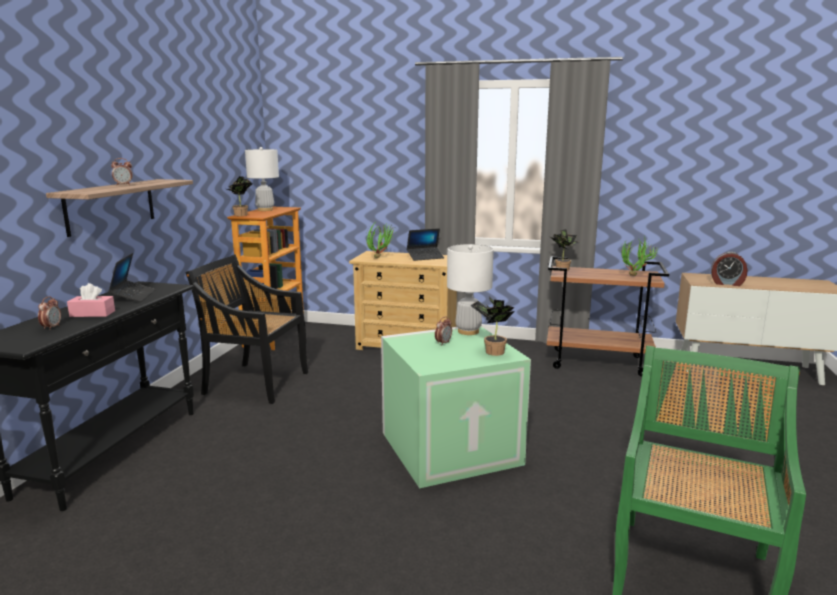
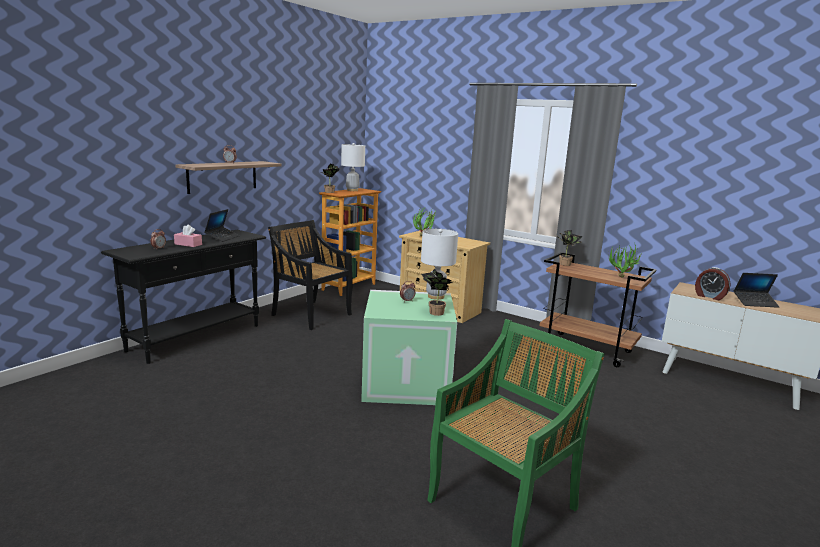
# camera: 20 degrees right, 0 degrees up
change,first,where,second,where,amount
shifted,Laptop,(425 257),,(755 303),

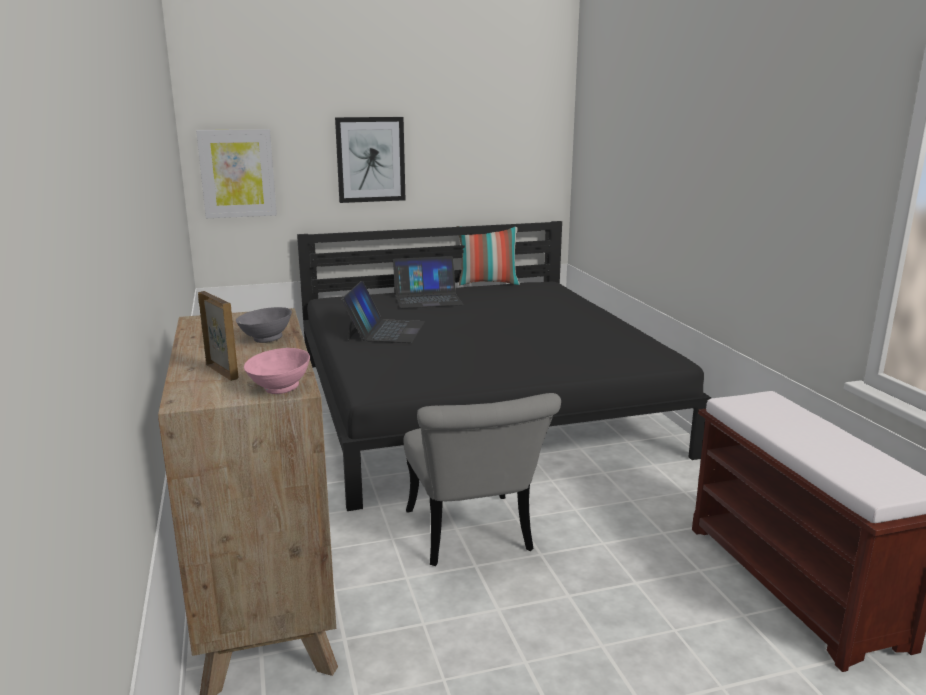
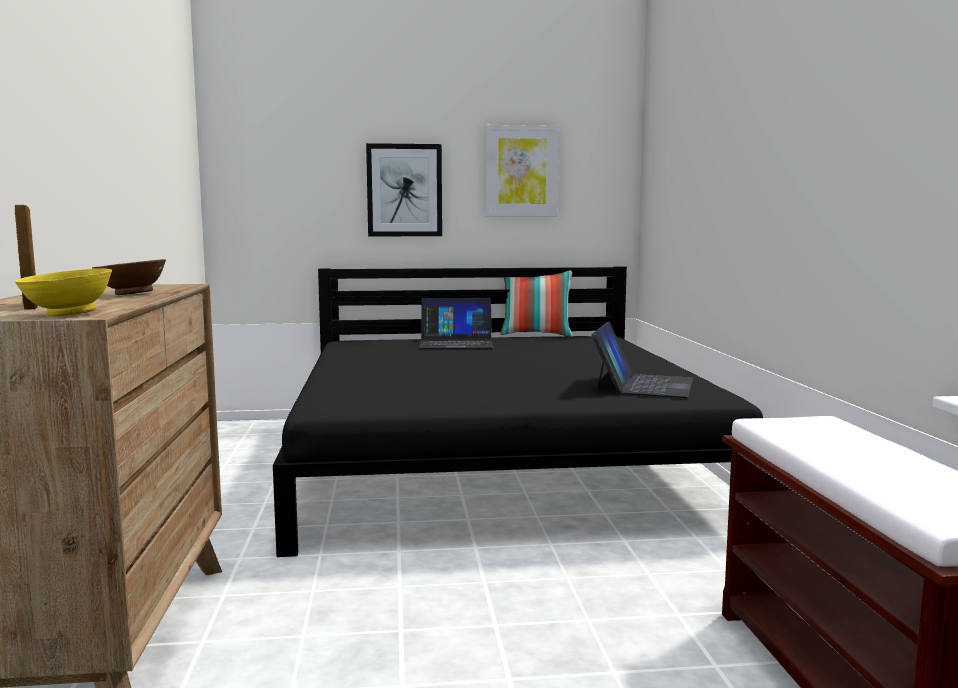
# camera: 10 degrees right, 10 degrees down
change,first,where,second,where,amount
shifted,Bild,(237 173),,(521 171),
shifted,Laptop,(385 330),,(643 385),
repainted,Schüssel [grau],(265 339),Schüssel [braun],(131 294),
repainted,Schüssel [rosa],(278 388),Schüssel [gelb],(66 314),
gone,Stuhl [grau],(473 538),,,

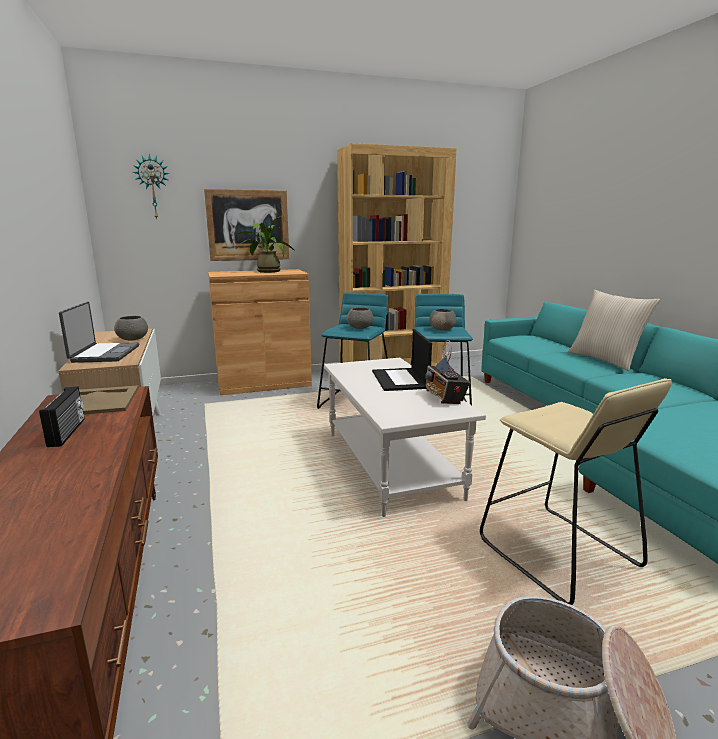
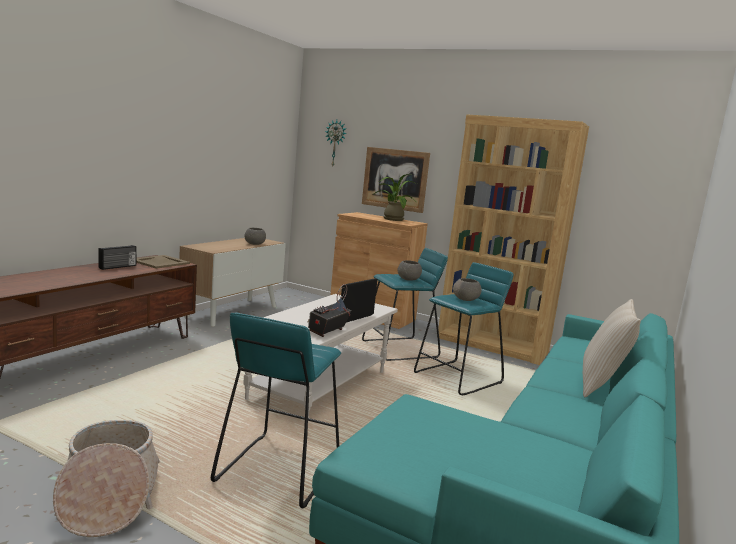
# camera: 45 degrees right, 5 degrees down
change,first,where,second,where,amount
gone,Laptop,(104 354),,,
repainted,Hocker [beige],(556 553),Hocker [türkis],(278 470),

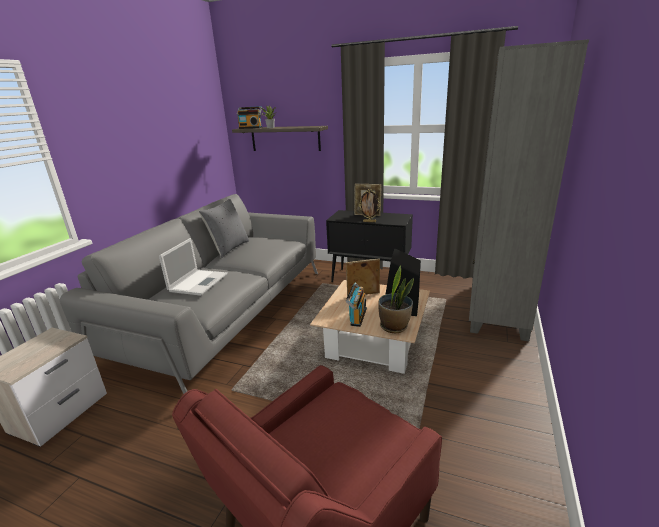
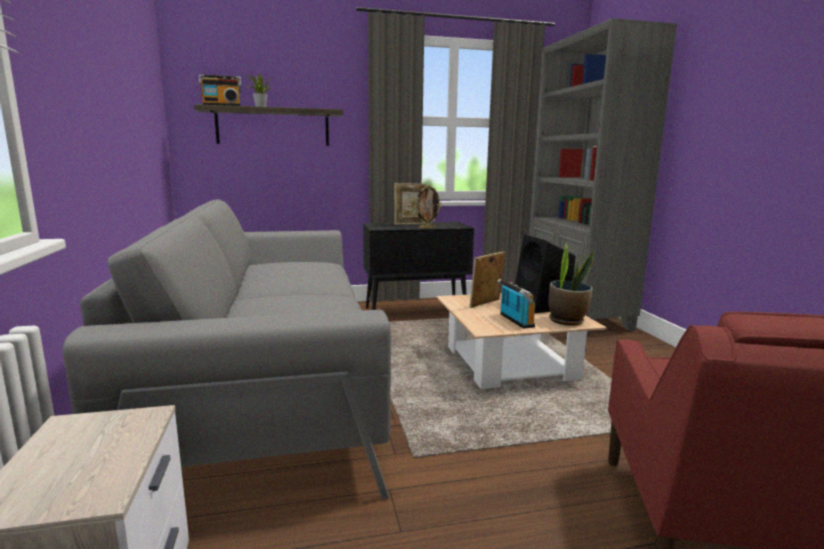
# camera: 35 degrees left, 10 degrees down
change,first,where,second,where,amount
gone,Kissen [grau],(229 248),,,
gone,Laptop,(199 282),,,

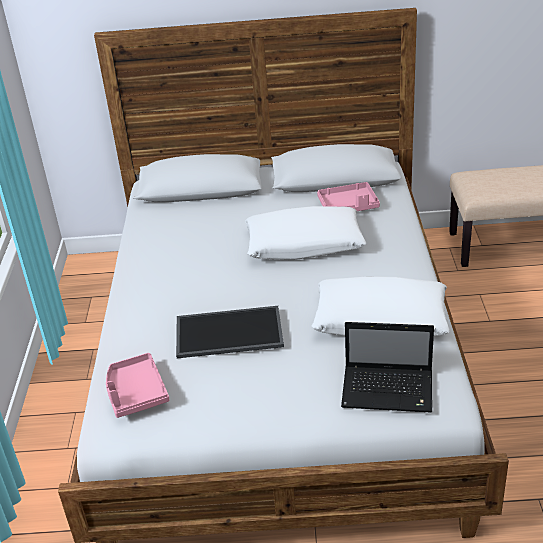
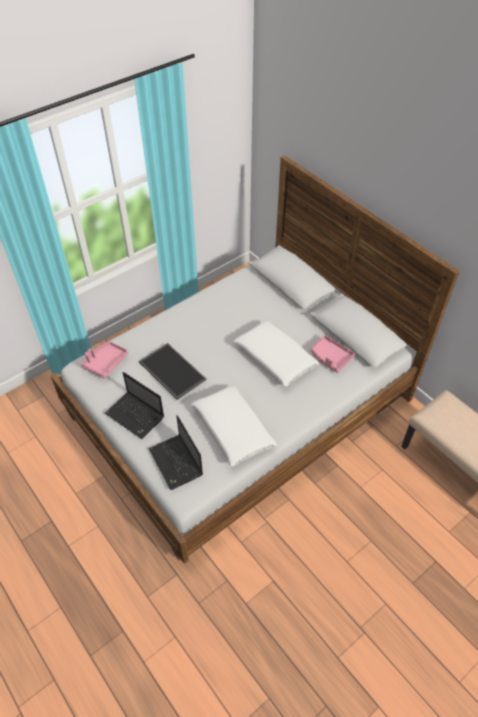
# camera: 50 degrees right, 15 degrees up
change,first,where,second,where,amount
new,,,Laptop,(136 416),

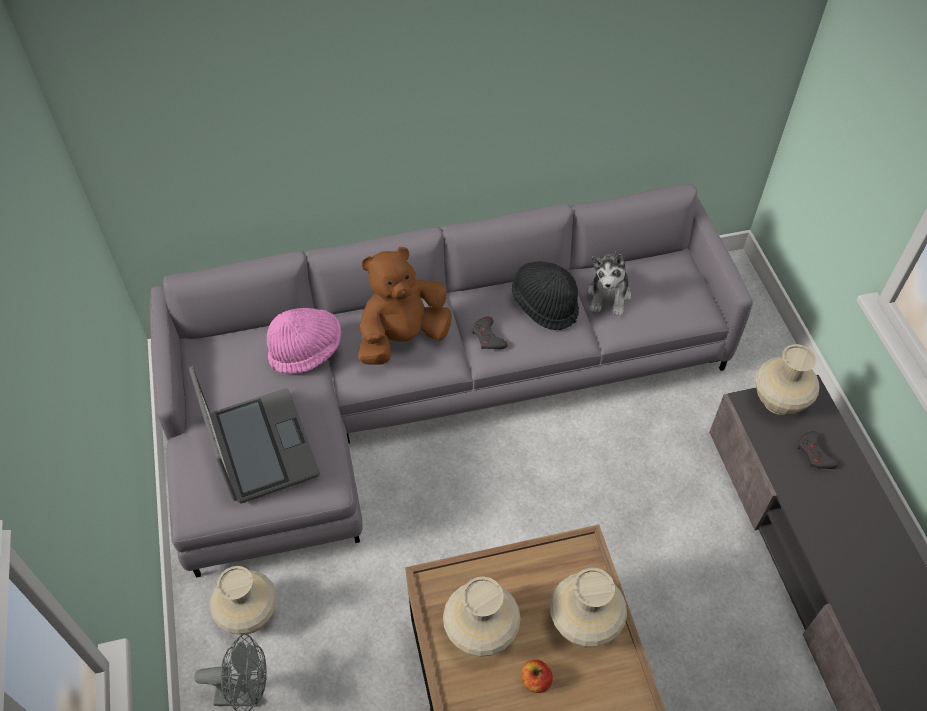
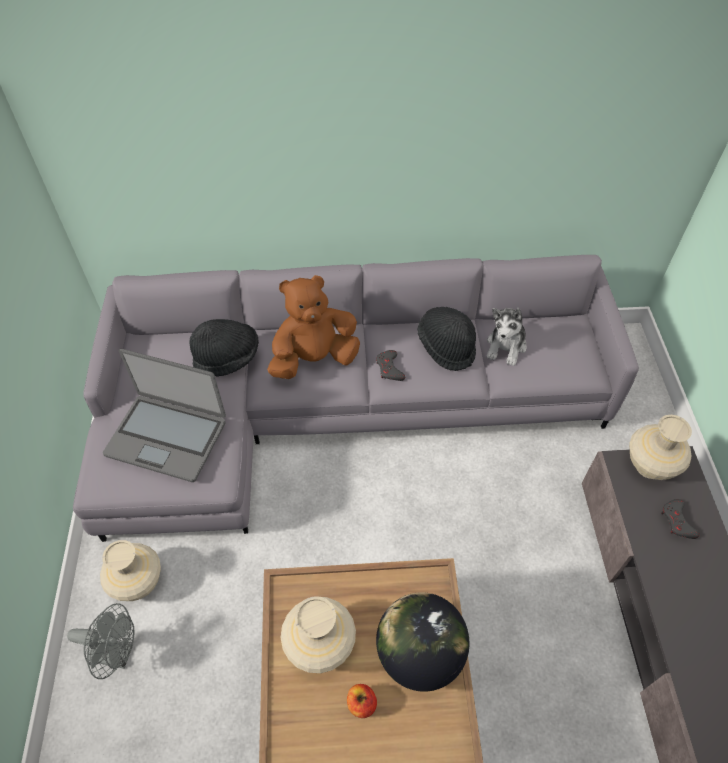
# camera: 10 degrees right, 0 degrees up
change,first,where,second,where,amount
repainted,Hut [rosa],(306 351),Hut [schwarz],(227 358),
rotated,Laptop,(261 447),,(167 437),120 degrees clockwise
swapped,Vase [beige],(583 623),Globus,(419 653),

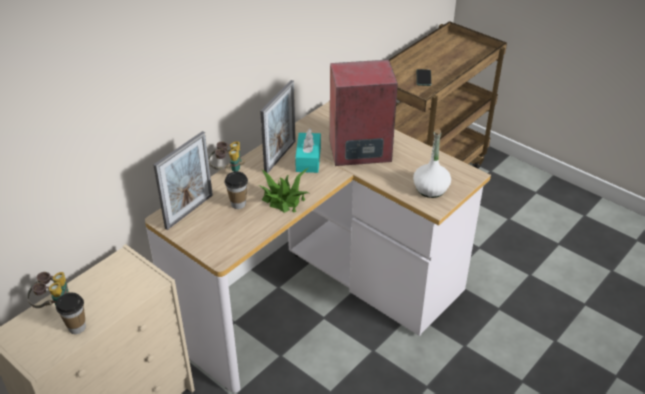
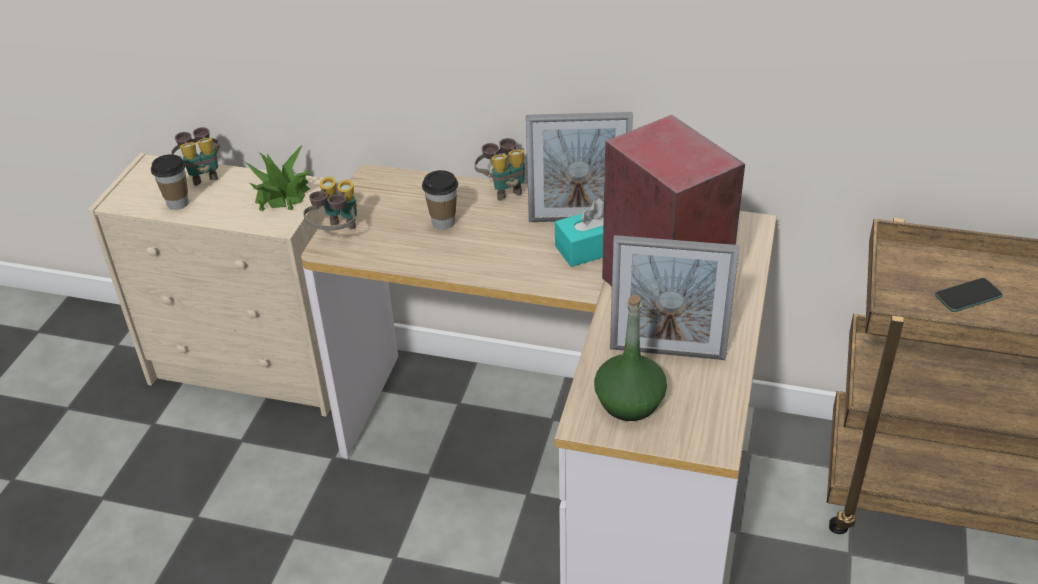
# camera: 65 degrees right, 0 degrees up
change,first,where,second,where,amount
repainted,Flasche [weiß],(431 189),Flasche [grün],(629 402),
shifted,Bilderrahmen,(189 211),,(667 352),
shifted,Topfpflanze,(284 199),,(281 194),
new,,,Fernglas,(337 234),

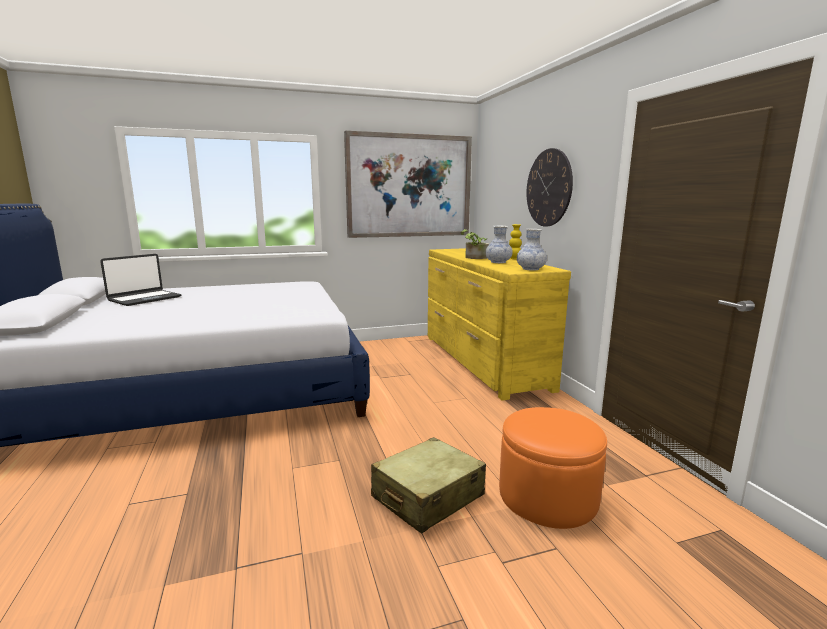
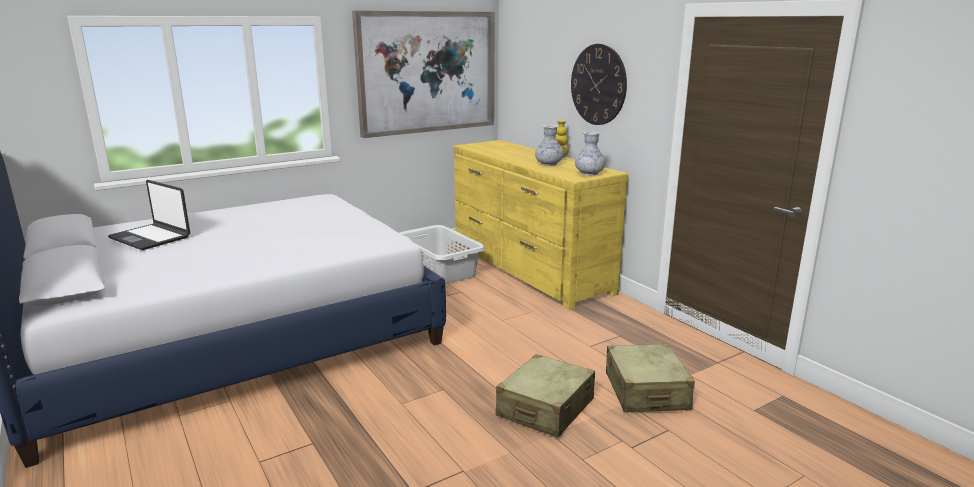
# camera: 15 degrees left, 5 degrees up
change,first,where,second,where,amount
gone,Topfpflanze,(474 258),,,
rotated,Laptop,(144 299),,(151 237),105 degrees clockwise
swapped,Polsterhocker [orange],(547 496),Koffer [beige],(646 391),
new,,,Wäschekorb [grau],(440 270),

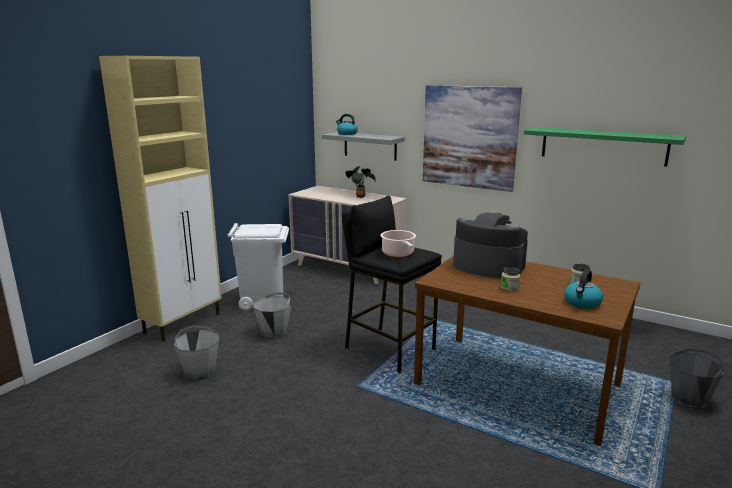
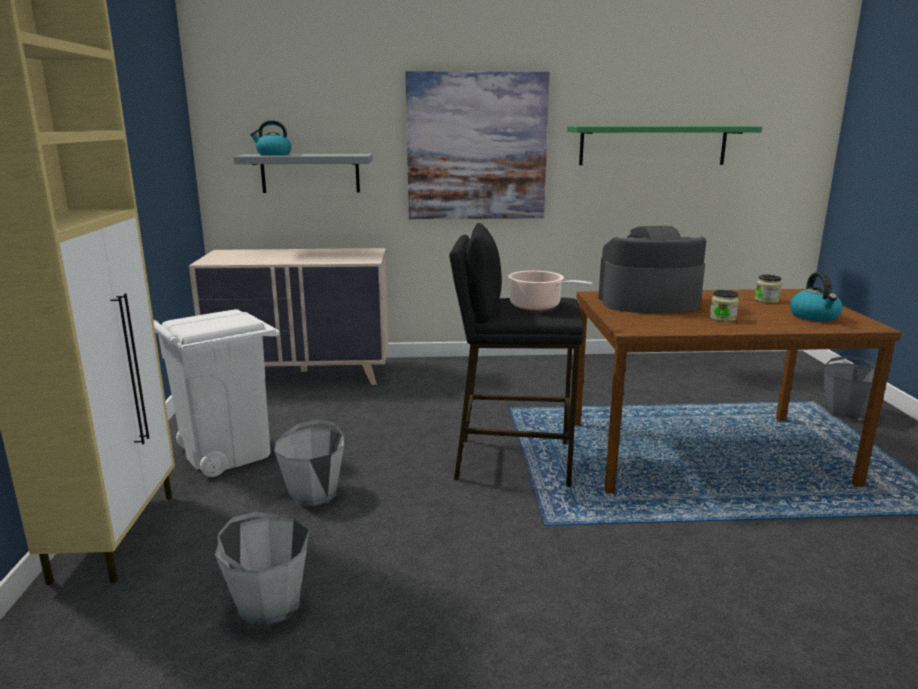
# camera: 35 degrees left, 0 degrees up
change,first,where,second,where,amount
gone,Topfpflanze,(359 196),,,

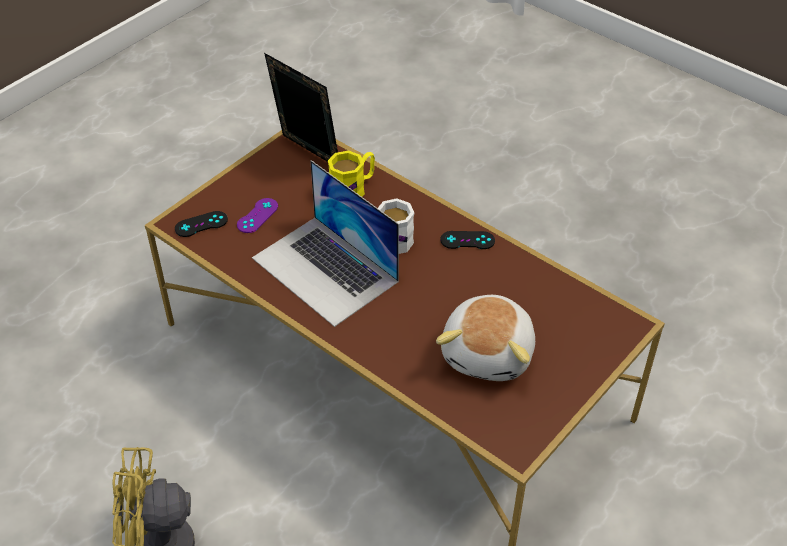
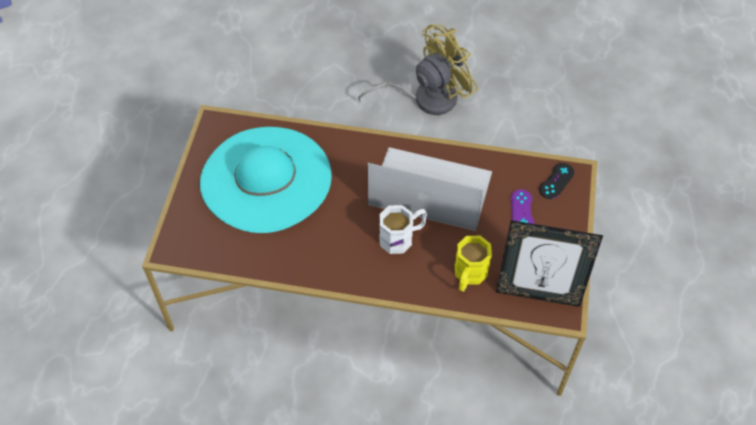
# camera: 150 degrees right, 10 degrees up
change,first,where,second,where,amount
gone,Gamepad [schwarz],(467 240),,,
swapped,Plüschtier,(489 353),Hut [türkis],(266 178),

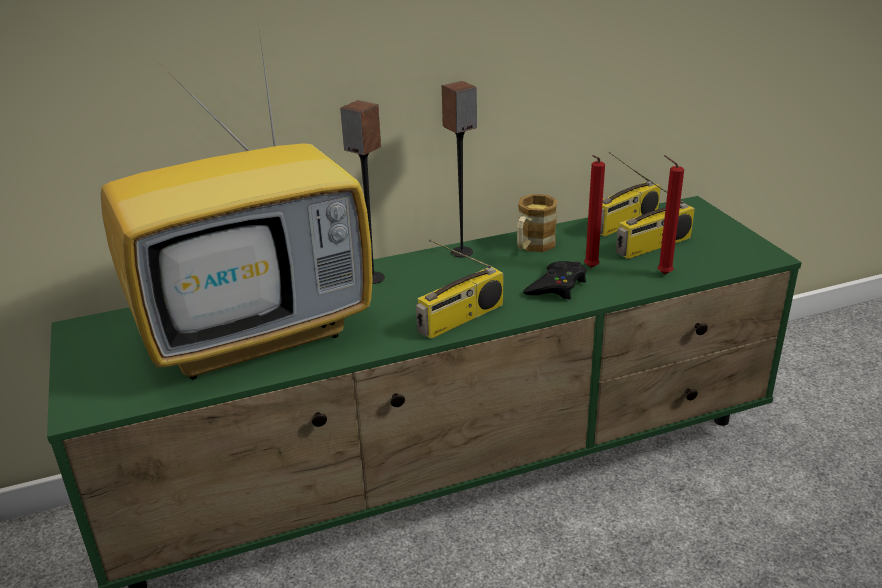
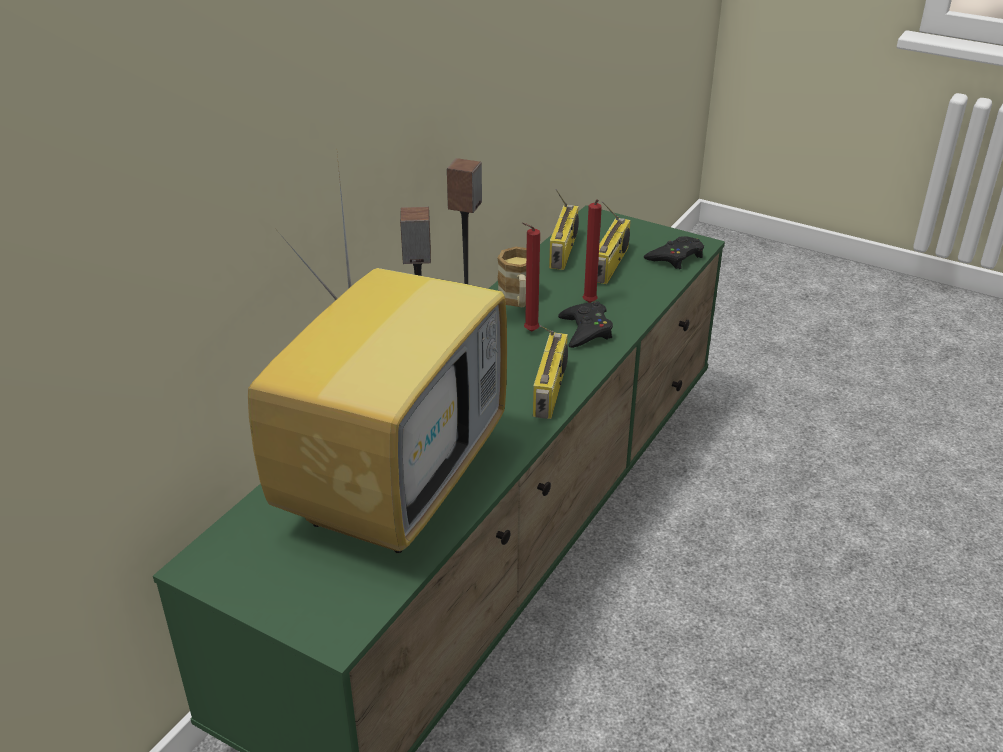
# camera: 40 degrees left, 5 degrees up
change,first,where,second,where,amount
shifted,Kerze [rot],(661 274),,(529 332),
new,,,Gamepad [schwarz],(675 257),

